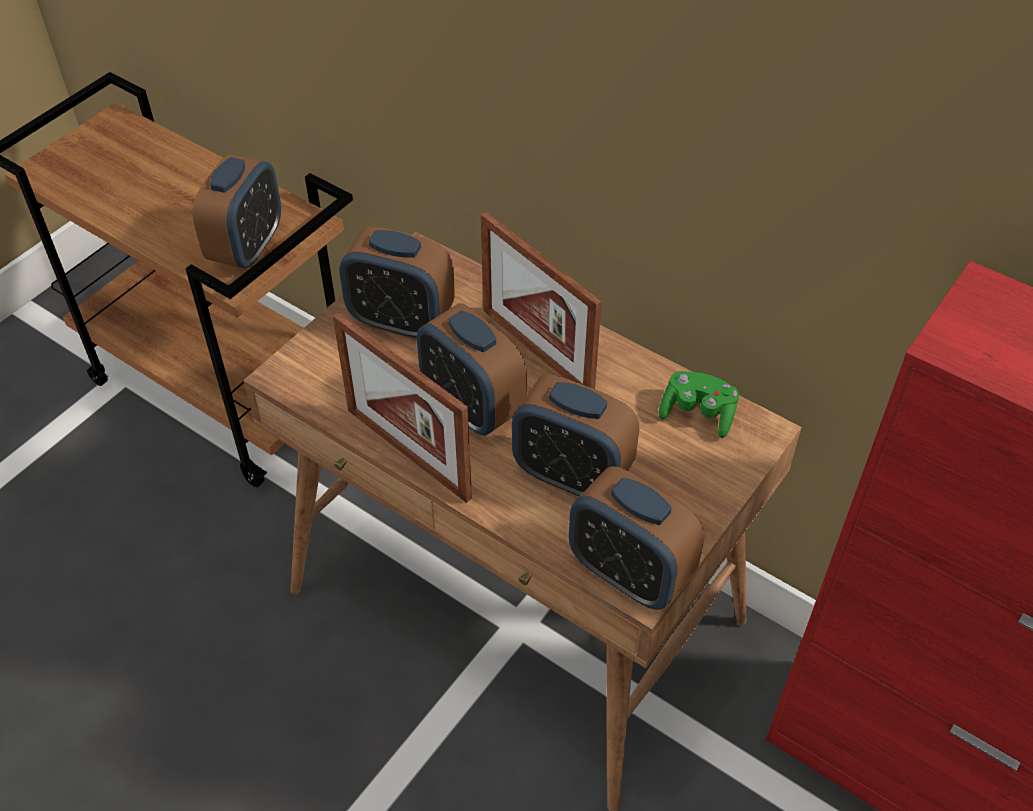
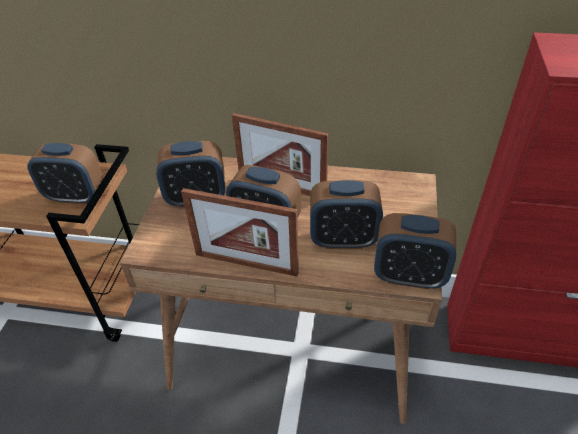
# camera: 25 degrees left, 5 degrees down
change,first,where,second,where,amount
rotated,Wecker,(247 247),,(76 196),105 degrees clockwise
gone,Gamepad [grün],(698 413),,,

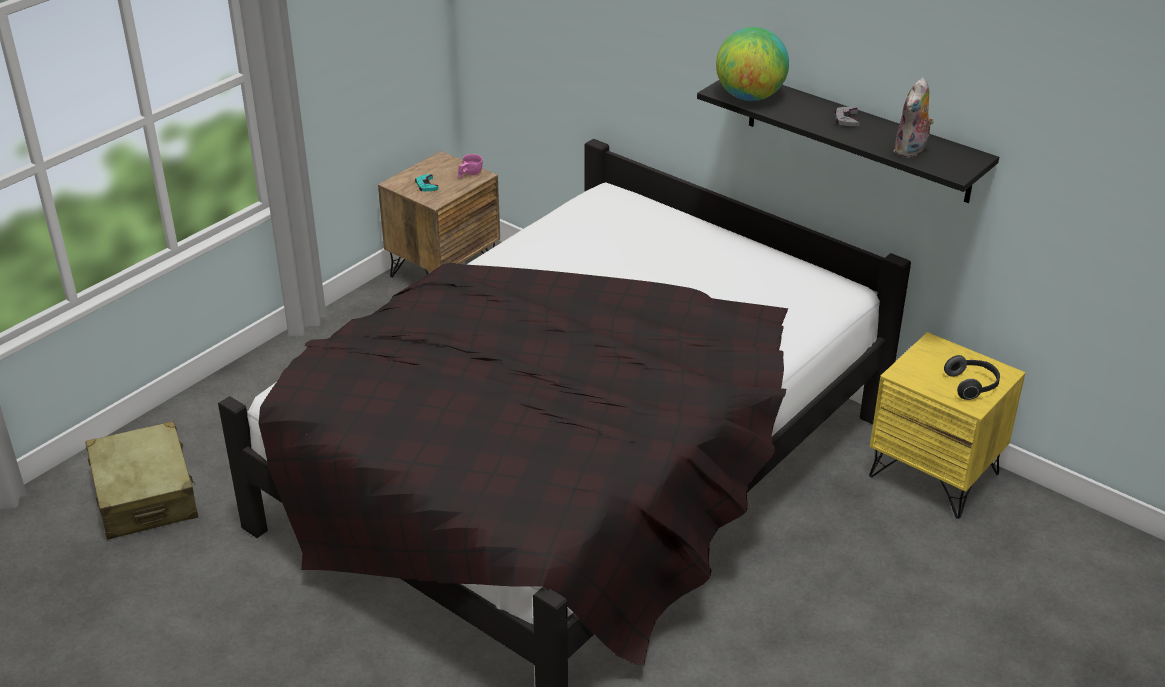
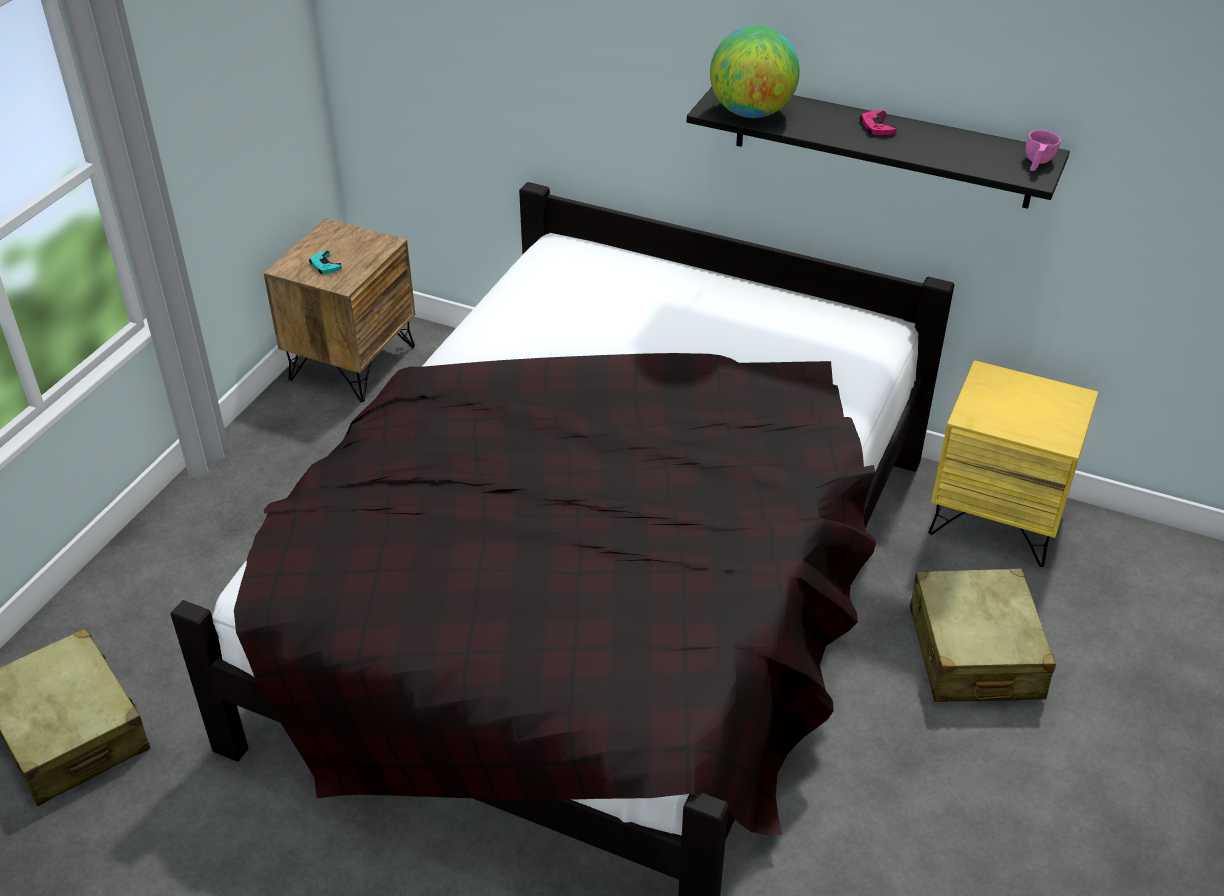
# camera: 15 degrees left, 5 degrees up
change,first,where,second,where,amount
gone,Plüschtier,(911 151),,,
repainted,Gamepad [grau],(846 119),Gamepad [rosa],(876 127),
shifted,Tasse [rosa],(469 174),,(1037 163),
gone,Kopfhörer,(972 385),,,
new,,,Koffer [beige],(974 653),

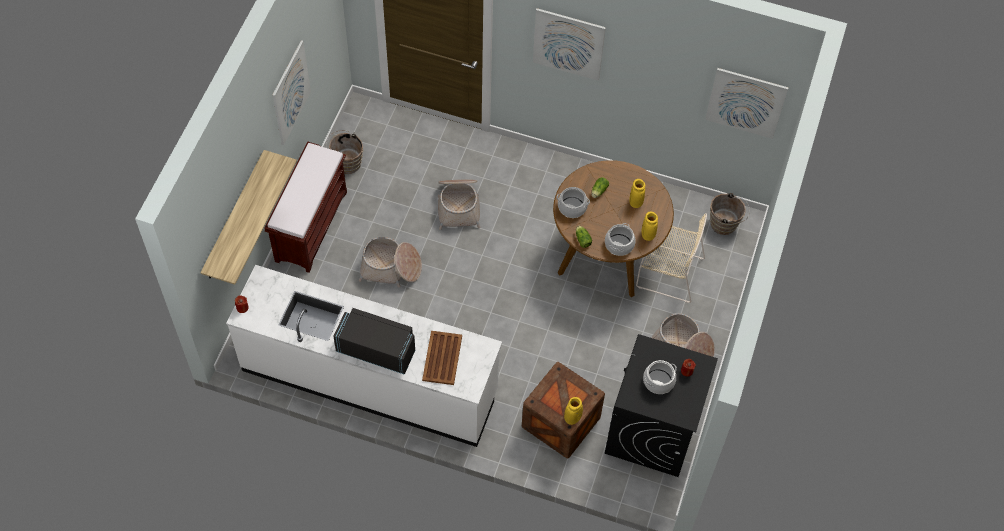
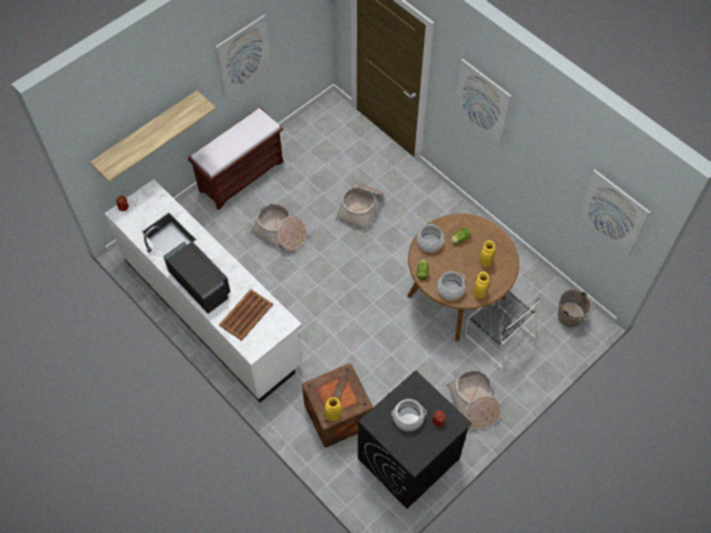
# camera: 30 degrees right, 0 degrees up
change,first,where,second,where,amount
gone,Eimer [braun],(346 162),,,
repainted,Stuhl [beige],(667 272),Stuhl [schwarz],(498 334),

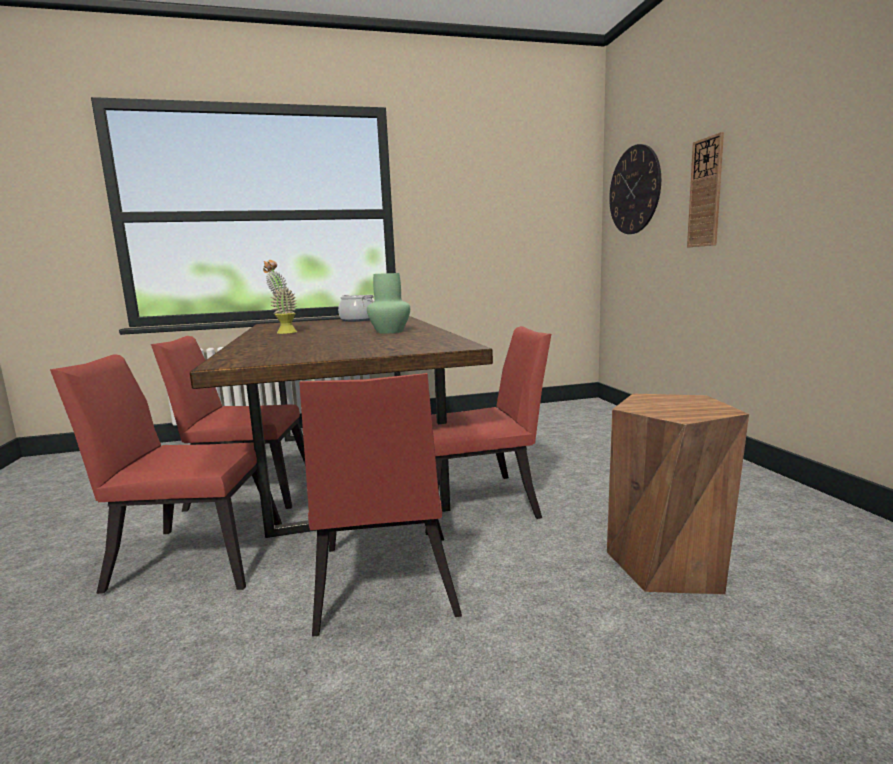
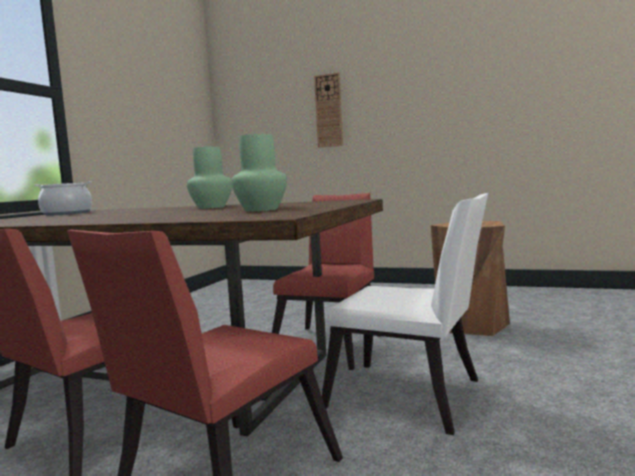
# camera: 55 degrees left, 5 degrees down
change,first,where,second,where,amount
gone,Wanduhr,(634 190),,,
gone,Topfpflanze,(283 332),,,
repainted,Stuhl [rot],(384 588),Stuhl [weiß],(412 398),
new,,,Vase [grün],(262 210),

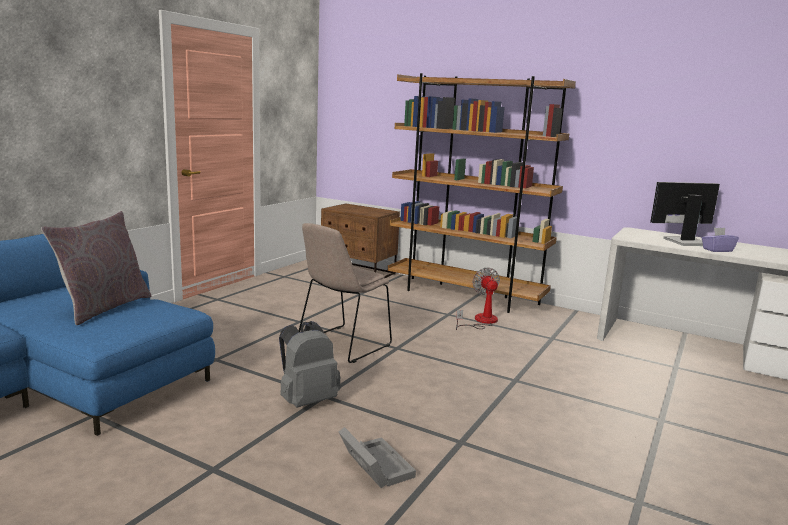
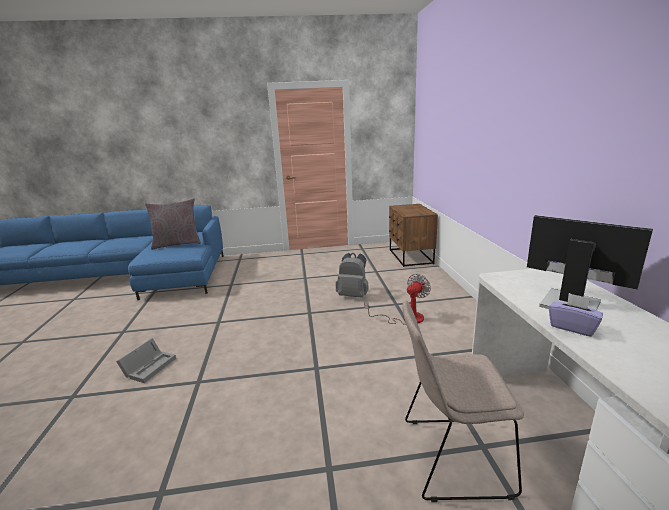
# camera: 55 degrees right, 5 degrees up
change,first,where,second,where,amount
gone,Bücherregal [braun],(465 296),,,
shifted,Stuhl [beige],(342 345),,(451 456),
shifted,Rucksack [grau],(306 400),,(353 295),

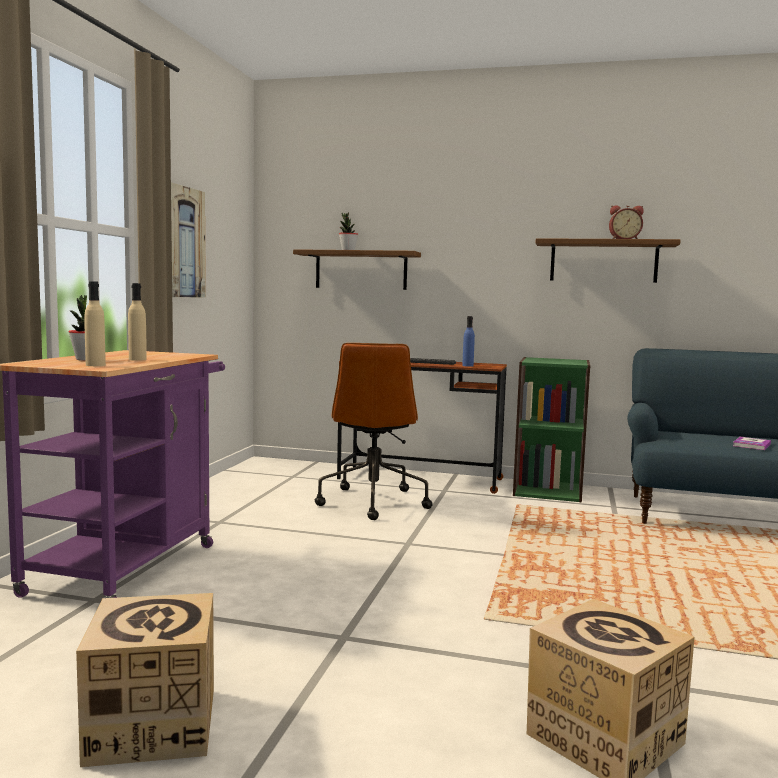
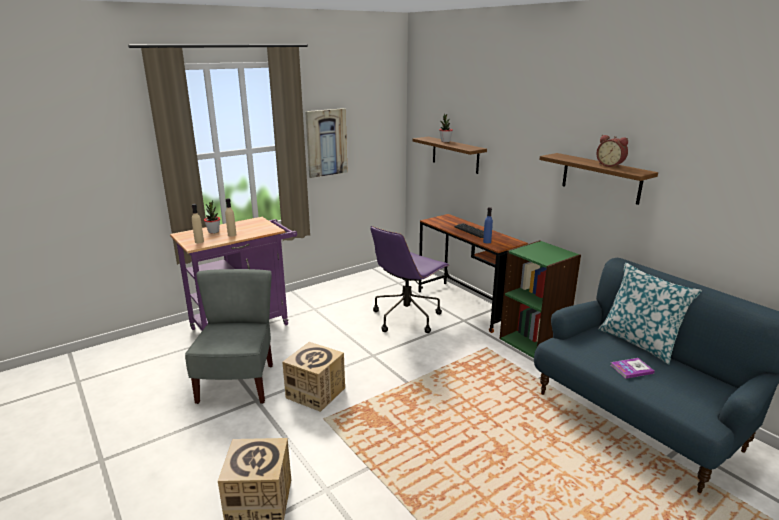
# camera: 40 degrees right, 15 degrees up
change,first,where,second,where,amount
repainted,Bürostuhl [braun],(373 502),Bürostuhl [lila],(407 317),
shifted,Karton,(152 725),,(315 393),
new,,,Kissen,(639 342),
new,,,Stuhl [grau],(238 383),

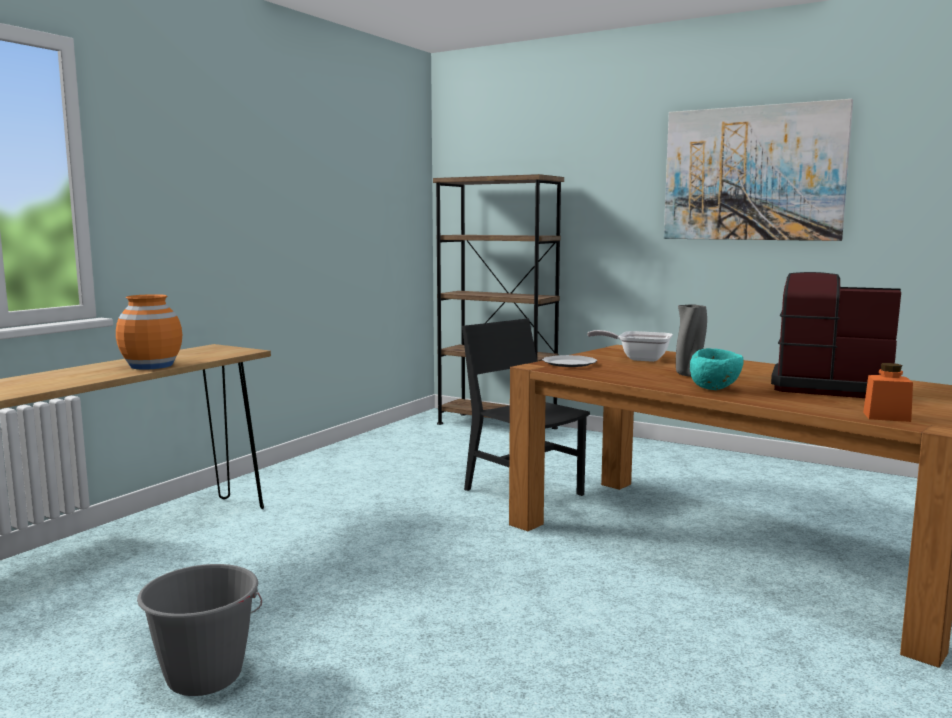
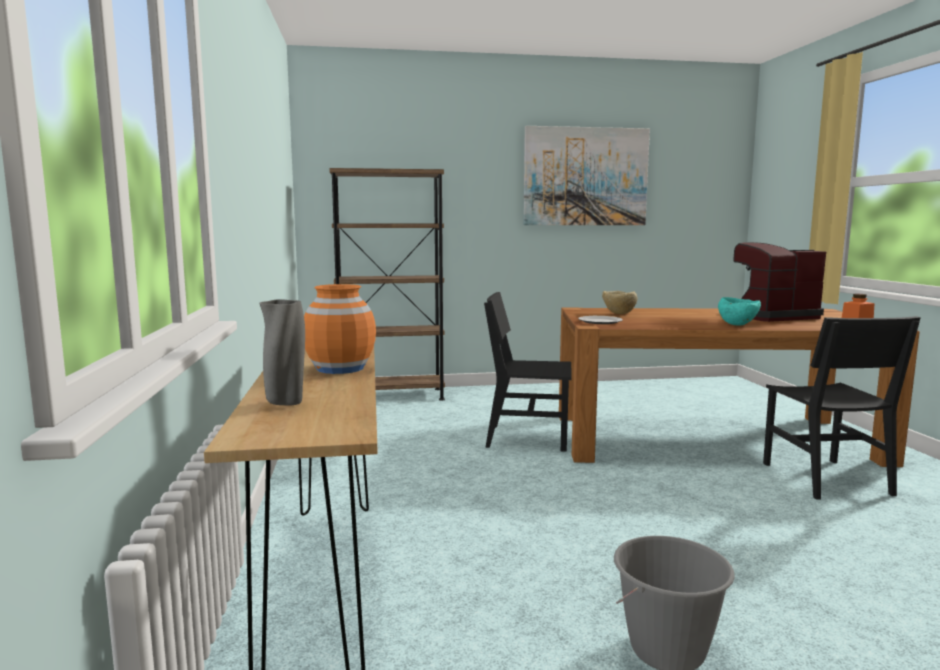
# camera: 40 degrees left, 0 degrees up
change,first,where,second,where,amount
shifted,Vase [grau],(689 375),,(286 403),
swapped,Pfanne,(638 359),Schüssel [beige],(618 314),
new,,,Stuhl [schwarz],(825 478),

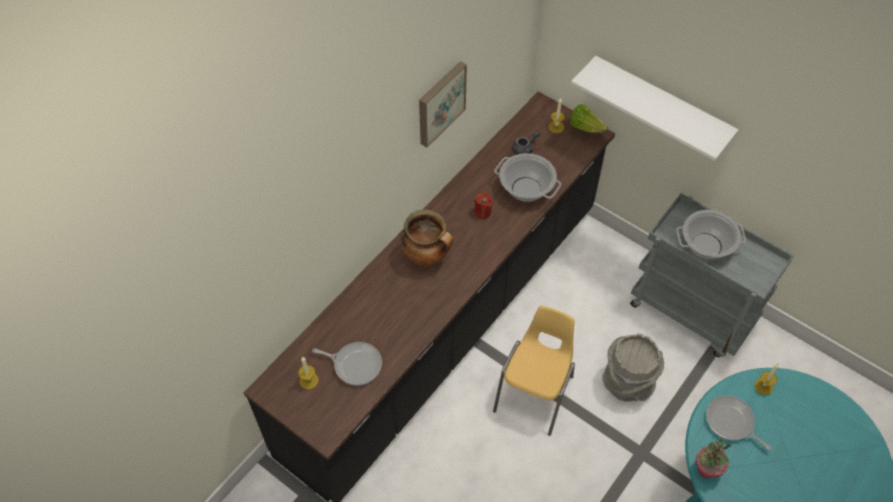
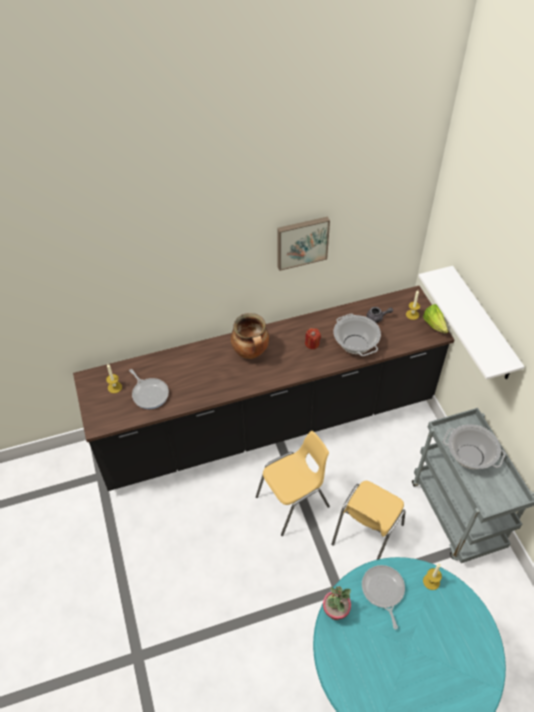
# camera: 35 degrees right, 5 degrees down
change,first,where,second,where,amount
swapped,Eimer [grau],(627 382),Stuhl [gelb],(366 534),

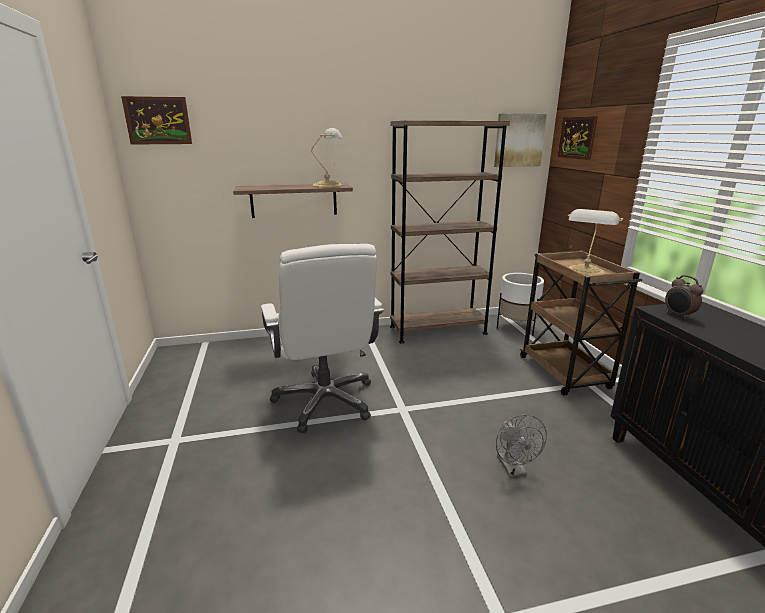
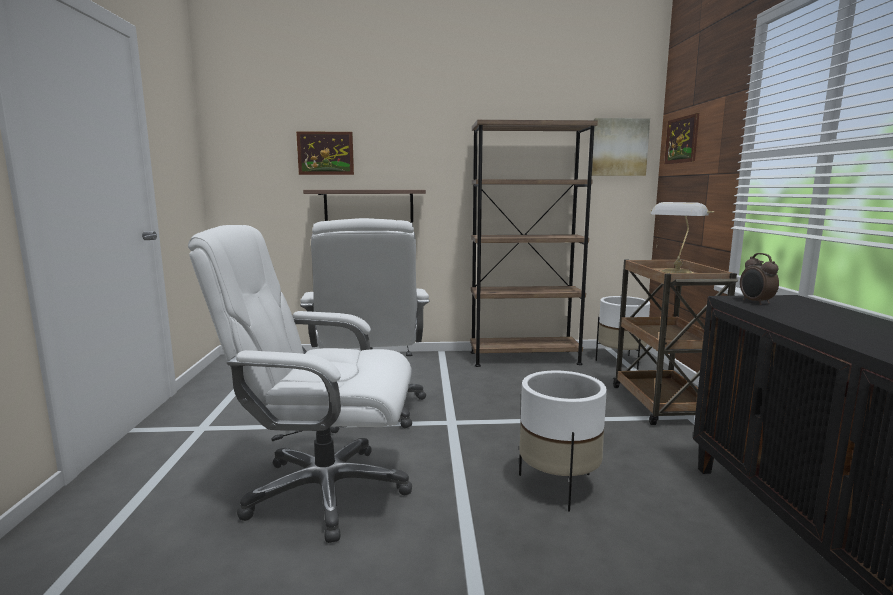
# camera: 10 degrees right, 10 degrees down
change,first,where,second,where,amount
shifted,Bild,(158 120),,(325 153),
gone,Tischlampe,(329 185),,,
swapped,Ventilator [grau],(514 469),Pflanzkübel [weiß],(558 486),
new,,,Bürostuhl [weiß],(324 491),

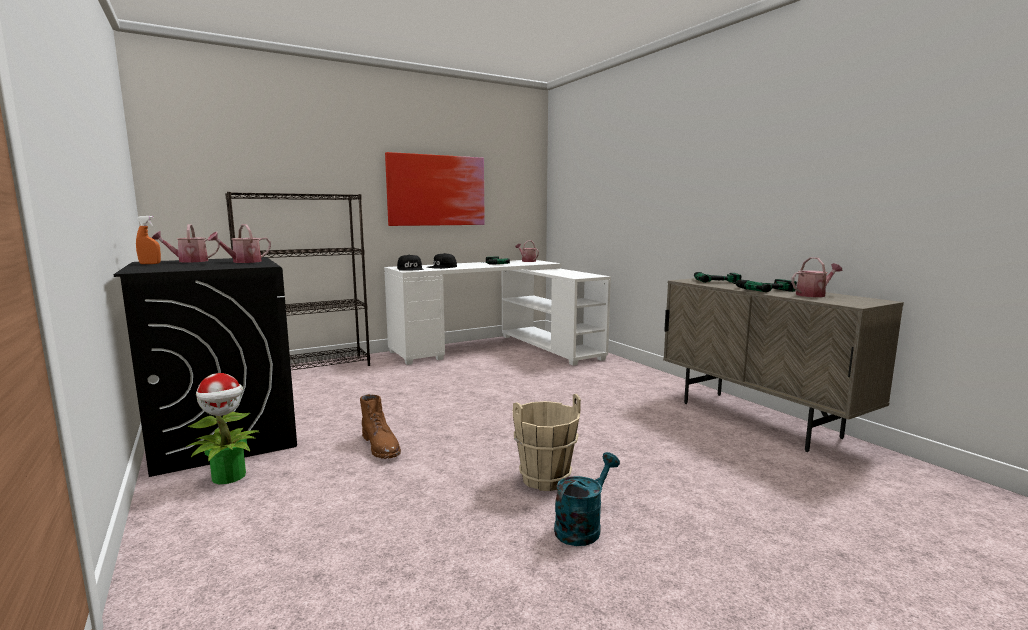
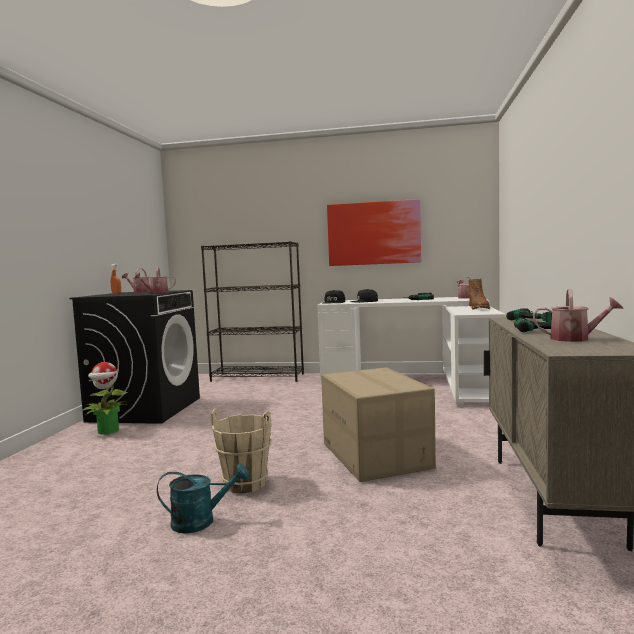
# camera: 40 degrees right, 5 degrees down
change,first,where,second,where,amount
shifted,Stiefel [braun],(382 446),,(479 308),
new,,,Karton,(376 455),

